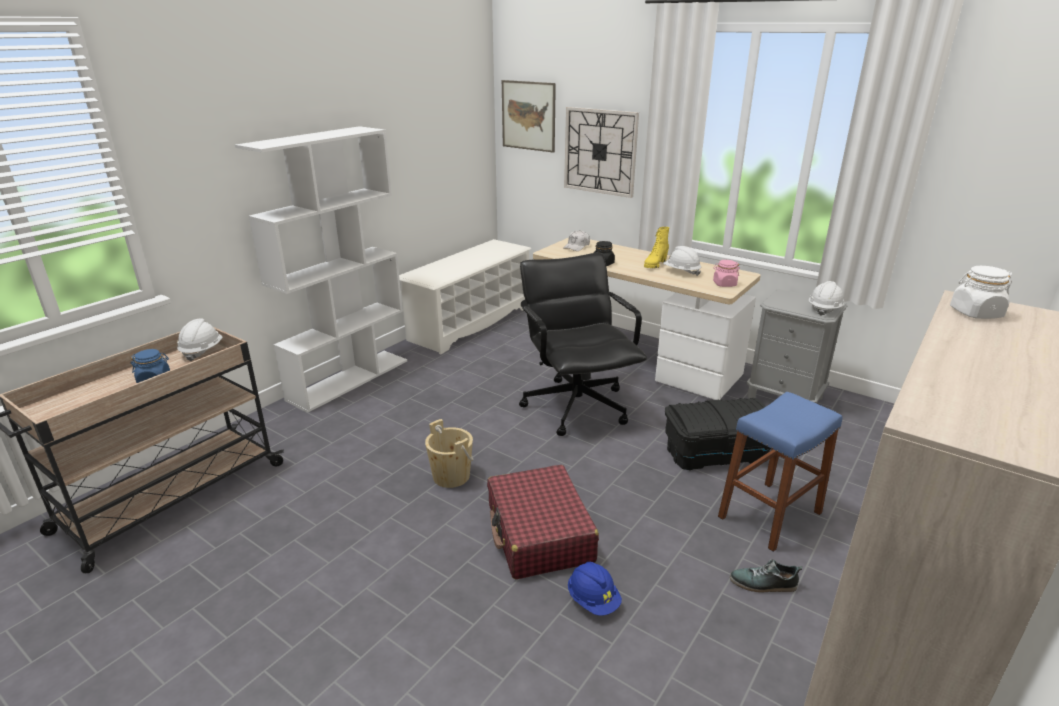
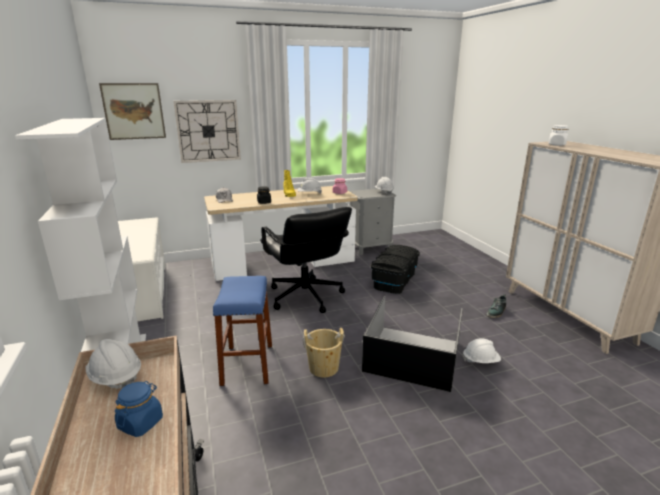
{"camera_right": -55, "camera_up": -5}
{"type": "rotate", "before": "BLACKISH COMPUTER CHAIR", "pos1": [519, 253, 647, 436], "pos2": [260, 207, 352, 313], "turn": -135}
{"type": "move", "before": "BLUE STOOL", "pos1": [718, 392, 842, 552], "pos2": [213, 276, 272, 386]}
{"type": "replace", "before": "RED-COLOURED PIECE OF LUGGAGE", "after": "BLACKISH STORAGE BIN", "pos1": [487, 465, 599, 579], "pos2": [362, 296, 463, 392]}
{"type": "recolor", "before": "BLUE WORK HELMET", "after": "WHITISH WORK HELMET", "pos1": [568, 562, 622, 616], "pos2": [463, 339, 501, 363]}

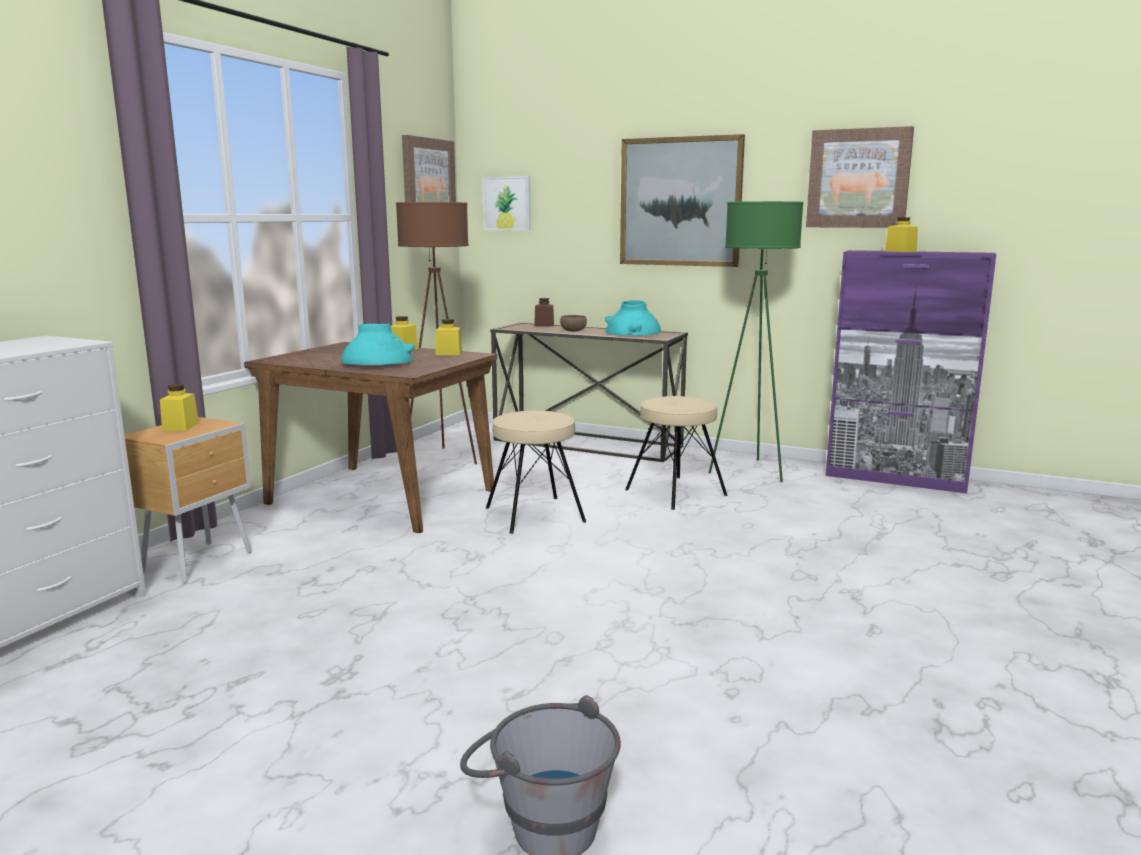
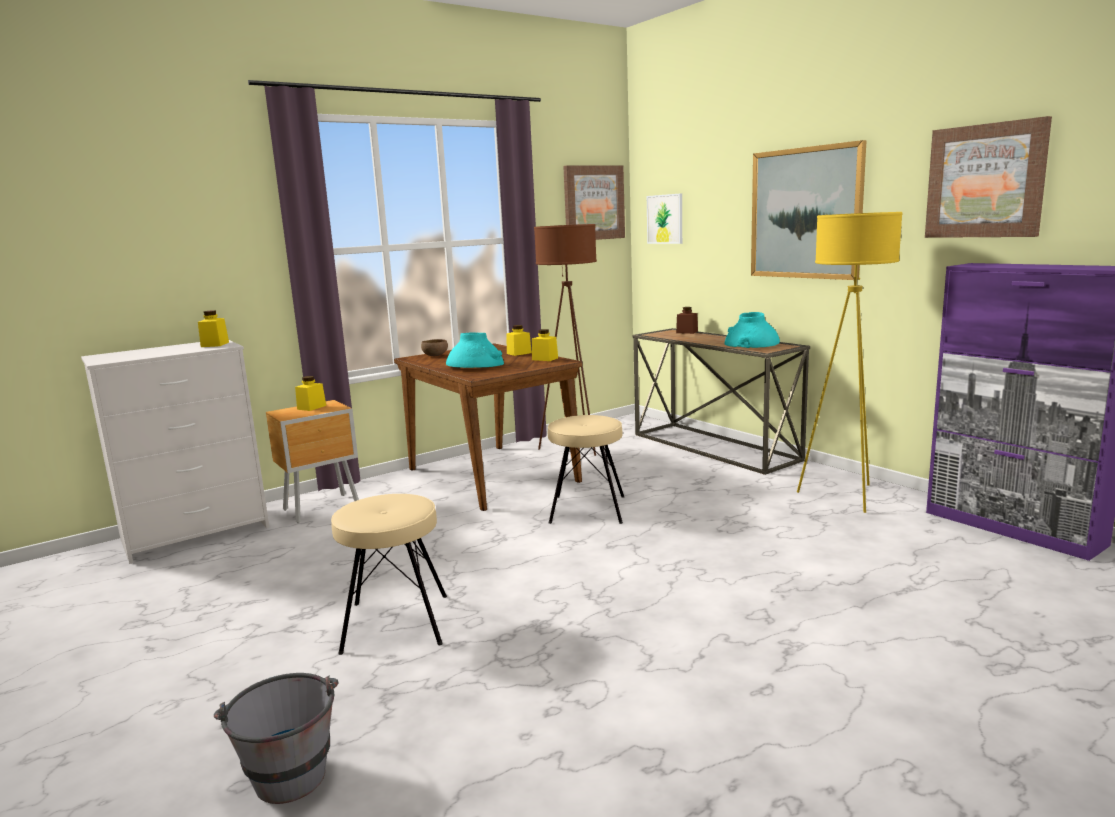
{"camera_right": 30, "camera_up": 0}
{"type": "recolor", "before": "GREEN-COLOURED STANDARD LAMP", "after": "YELLOWISH STANDARD LAMP", "pos1": [709, 201, 803, 482], "pos2": [797, 212, 903, 513]}
{"type": "move", "before": "YELLOWISH JAR", "pos1": [885, 217, 918, 252], "pos2": [198, 310, 229, 347]}
{"type": "move", "before": "BROWNISH DEEP DISH", "pos1": [560, 315, 587, 332], "pos2": [421, 339, 448, 356]}
{"type": "move", "before": "SAND-COLOURED STOOL", "pos1": [625, 396, 728, 510], "pos2": [331, 494, 447, 655]}

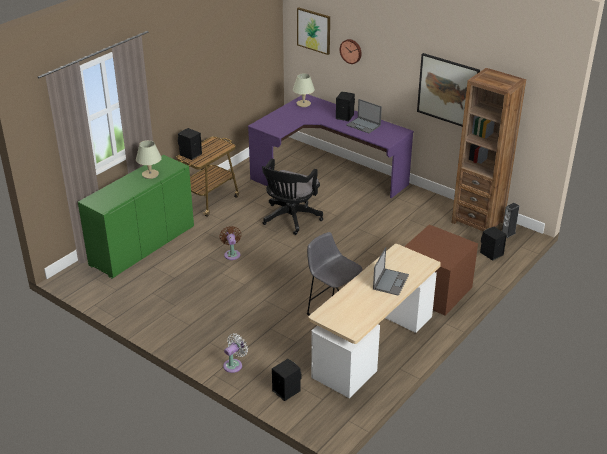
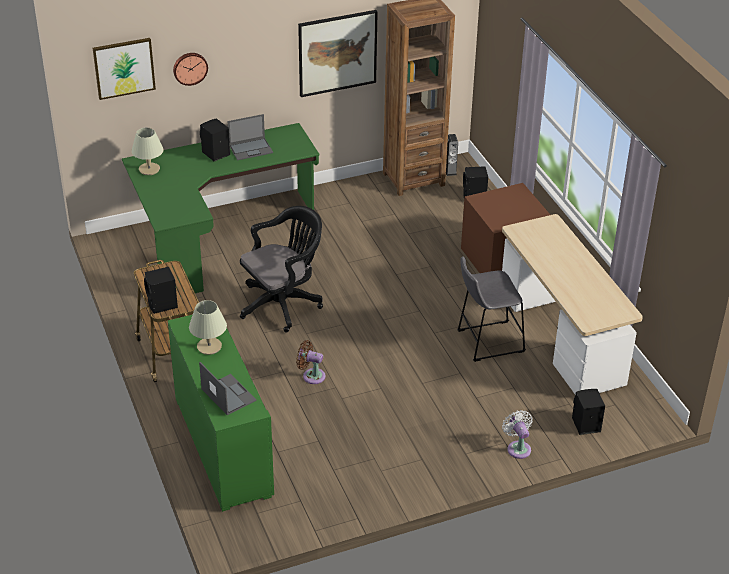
{"camera_right": -60, "camera_up": 5}
{"type": "recolor", "before": "PURPLE DESK UNIT", "after": "GREEN-COLOURED DESK UNIT", "pos1": [248, 94, 414, 198], "pos2": [122, 123, 319, 297]}
{"type": "rotate", "before": "BLACKISH COMPUTER CHAIR", "pos1": [262, 159, 323, 235], "pos2": [240, 206, 323, 332], "turn": -90}
{"type": "move", "before": "NOTEBOOK COMPUTER", "pos1": [373, 247, 409, 296], "pos2": [199, 362, 257, 415]}

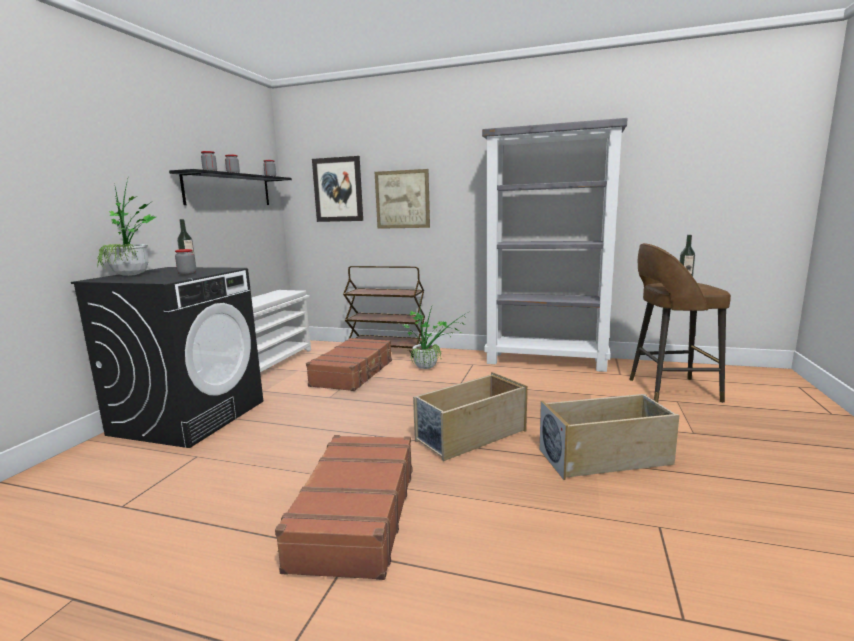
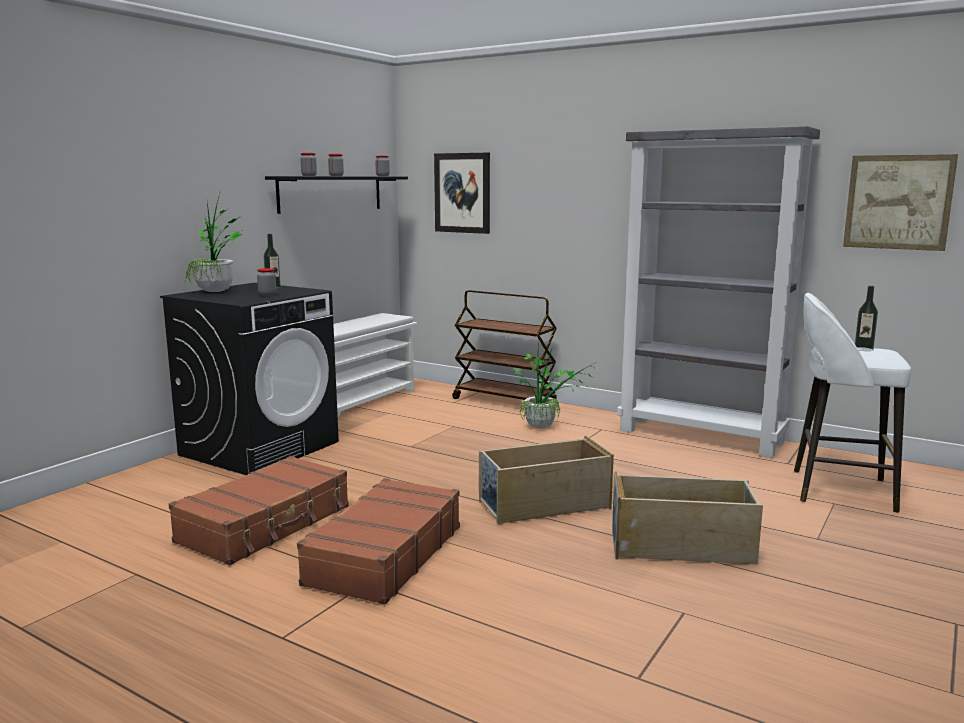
{"camera_right": 15, "camera_up": 0}
{"type": "move", "before": "WALL ART", "pos1": [375, 169, 430, 229], "pos2": [843, 154, 958, 251]}
{"type": "recolor", "before": "BROWNISH STOOL", "after": "WHITISH STOOL", "pos1": [629, 243, 731, 403], "pos2": [794, 293, 911, 513]}
{"type": "move", "before": "BROWNISH PIECE OF LUGGAGE", "pos1": [306, 338, 392, 391], "pos2": [169, 456, 349, 565]}

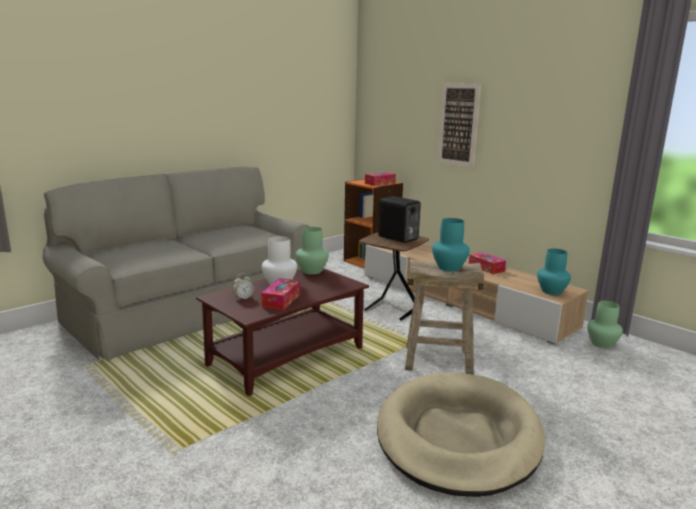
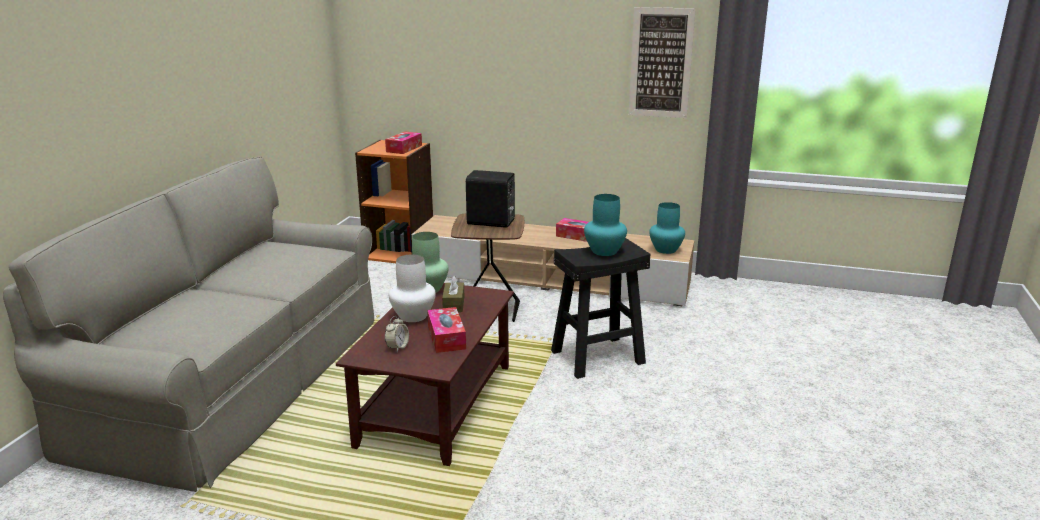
{"camera_right": -30, "camera_up": 5}
{"type": "move", "before": "WALL ART", "pos1": [437, 83, 481, 168], "pos2": [629, 7, 696, 118]}
{"type": "recolor", "before": "SAND-COLOURED STOOL", "after": "BLACKISH STOOL", "pos1": [405, 259, 484, 375], "pos2": [551, 238, 650, 379]}
{"type": "delete", "before": "GREEN-COLOURED FLOWER VASE", "pos1": [587, 301, 623, 348]}
{"type": "delete", "before": "SAND-COLOURED DOG CUSHION", "pos1": [377, 372, 545, 497]}
{"type": "insert", "after": "BROWNISH TISSUE BOX", "pos2": [442, 276, 464, 312]}

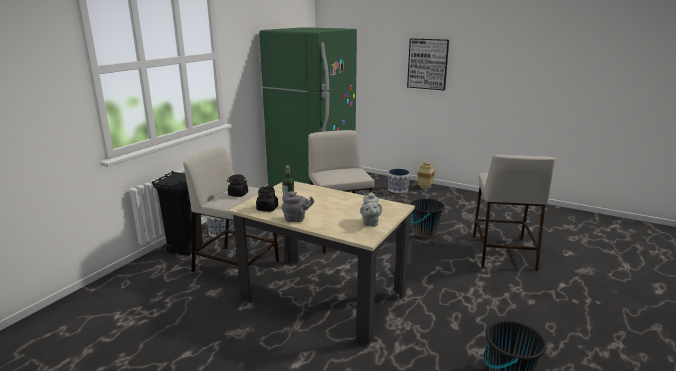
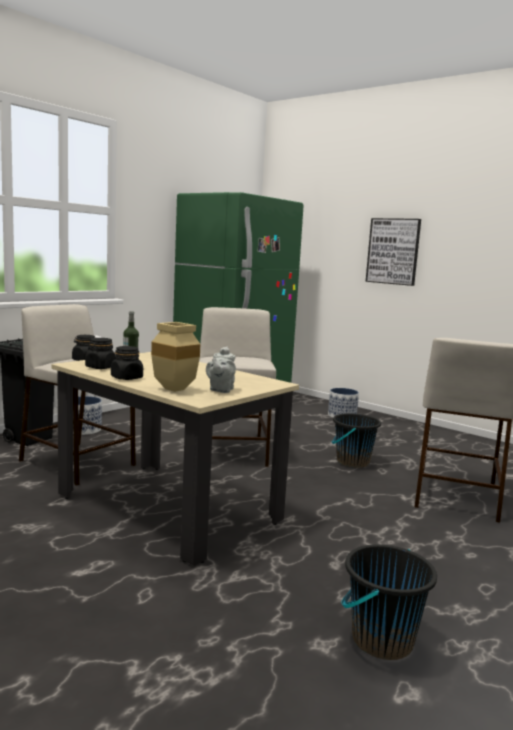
{"camera_right": 10, "camera_up": -10}
{"type": "move", "before": "SAND-COLOURED FLOWER VASE", "pos1": [417, 163, 435, 189], "pos2": [151, 322, 200, 392]}
{"type": "replace", "before": "GREY TEAPOT", "after": "BLACKISH JAR", "pos1": [282, 191, 314, 222], "pos2": [111, 346, 143, 380]}

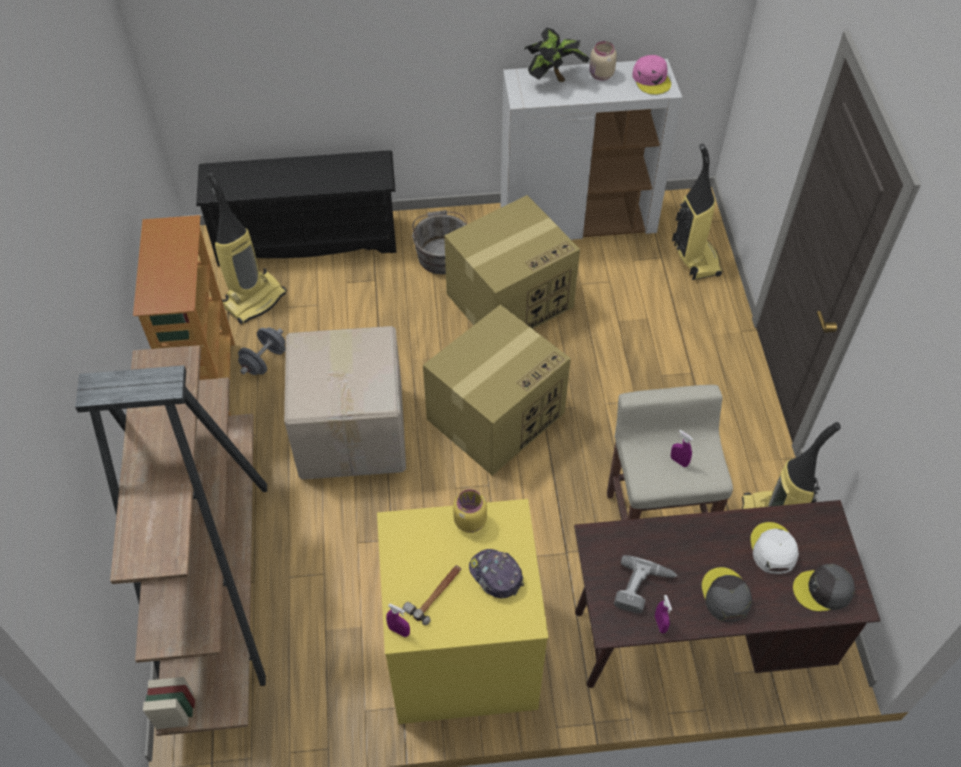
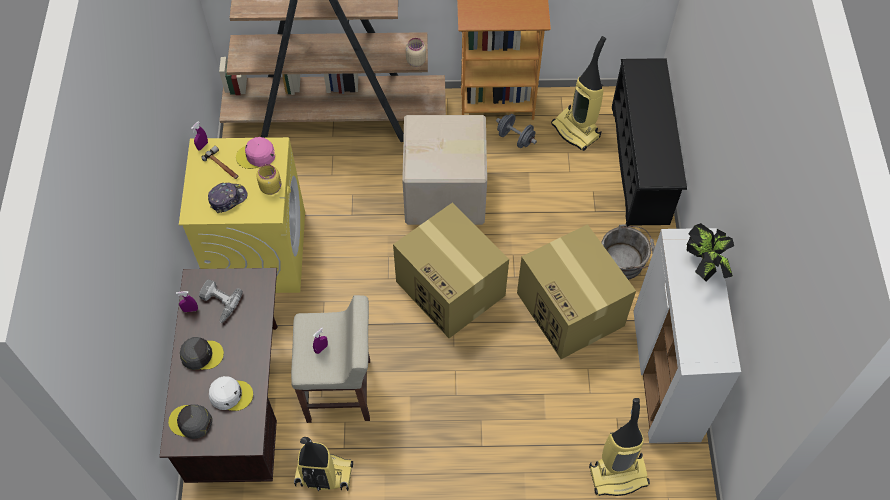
{"camera_right": 95, "camera_up": 5}
{"type": "move", "before": "SAND-COLOURED JAR", "pos1": [589, 41, 617, 81], "pos2": [406, 38, 426, 67]}
{"type": "move", "before": "PINK-COLOURED BASEBALL CAP", "pos1": [632, 55, 671, 95], "pos2": [236, 137, 275, 169]}
{"type": "rotate", "before": "GREY BASEBALL CAP", "pos1": [793, 564, 855, 611], "pos2": [168, 404, 212, 439], "turn": -75}

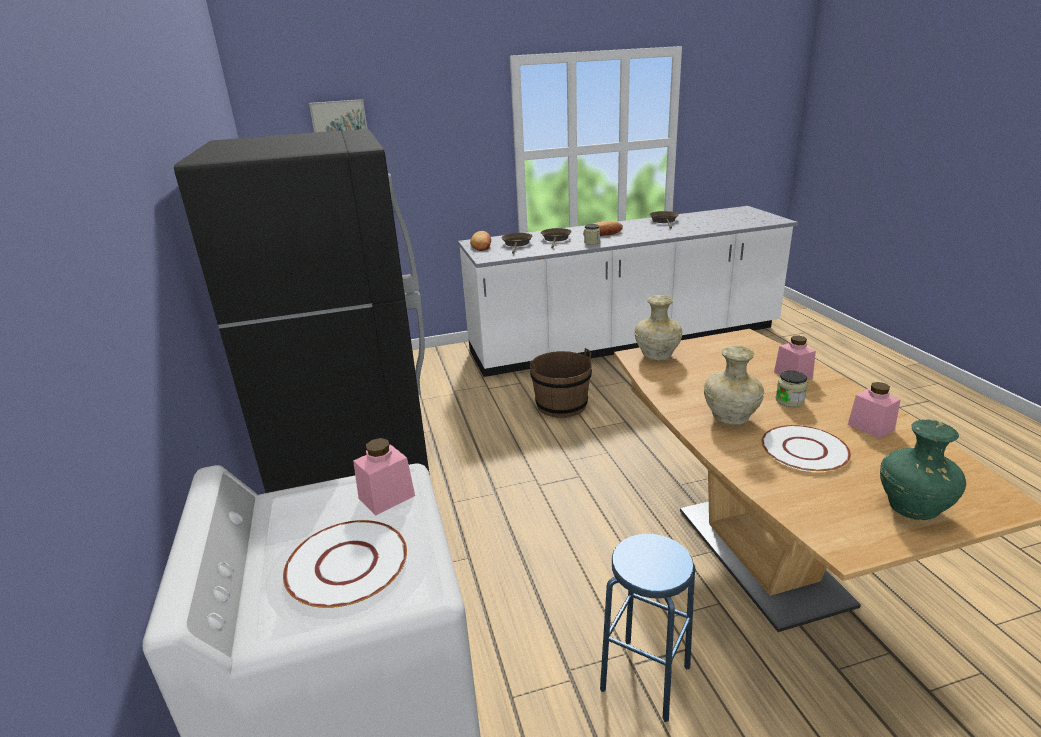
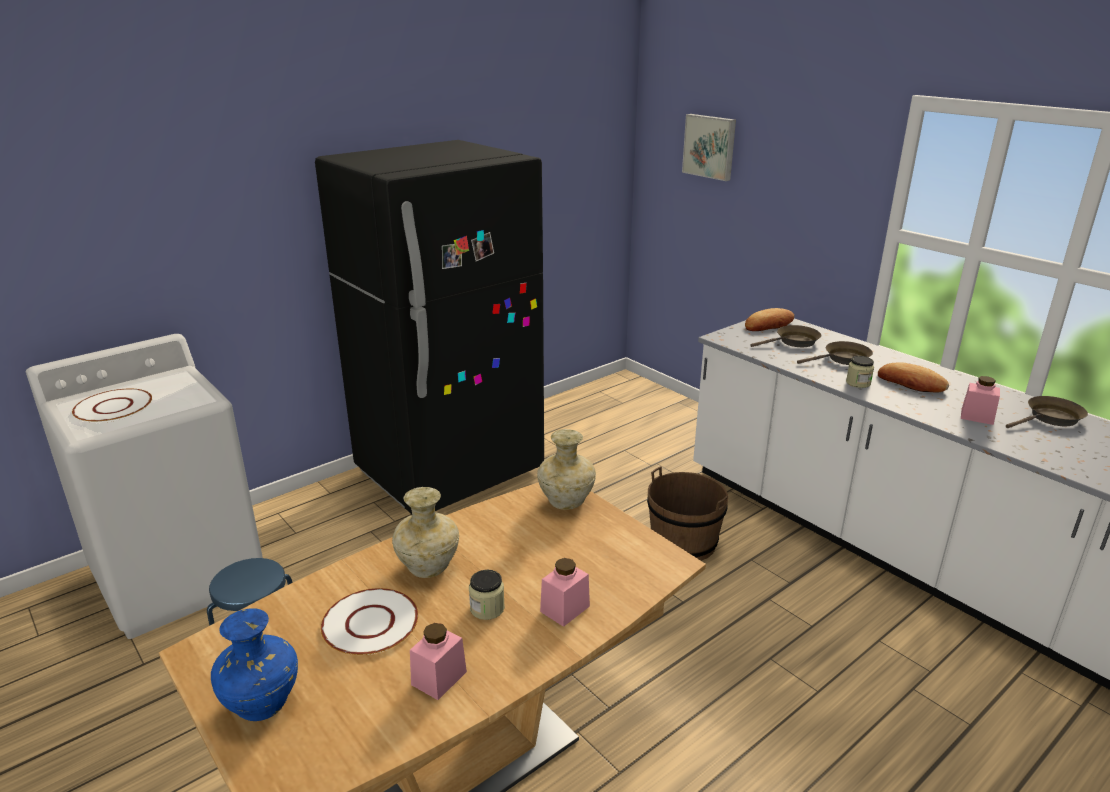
{"camera_right": 65, "camera_up": 0}
{"type": "recolor", "before": "GREEN-COLOURED FLOWER VASE", "after": "BLUE FLOWER VASE", "pos1": [880, 419, 966, 520], "pos2": [211, 608, 298, 721]}
{"type": "move", "before": "PINK-COLOURED JAR", "pos1": [353, 438, 415, 516], "pos2": [961, 376, 1000, 425]}

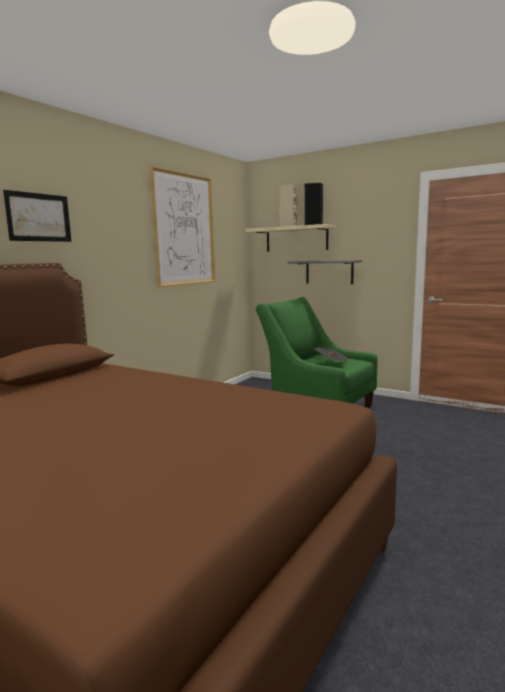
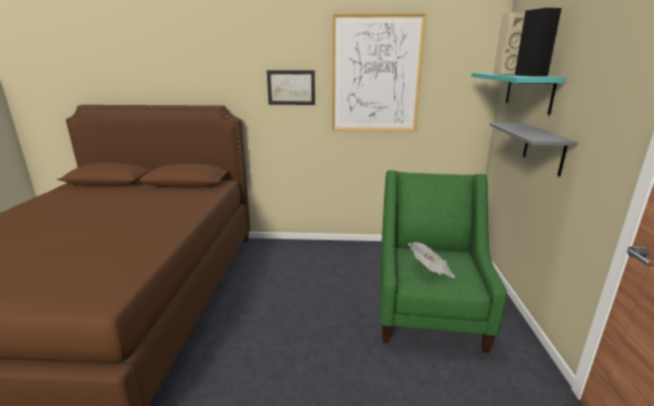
{"camera_right": 60, "camera_up": 10}
{"type": "move", "before": "WALL ART", "pos1": [3, 190, 71, 242], "pos2": [267, 70, 315, 105]}
{"type": "recolor", "before": "SAND-COLOURED SHELF", "after": "TURQUOISE-COLOURED SHELF", "pos1": [246, 224, 337, 252], "pos2": [471, 73, 566, 115]}

